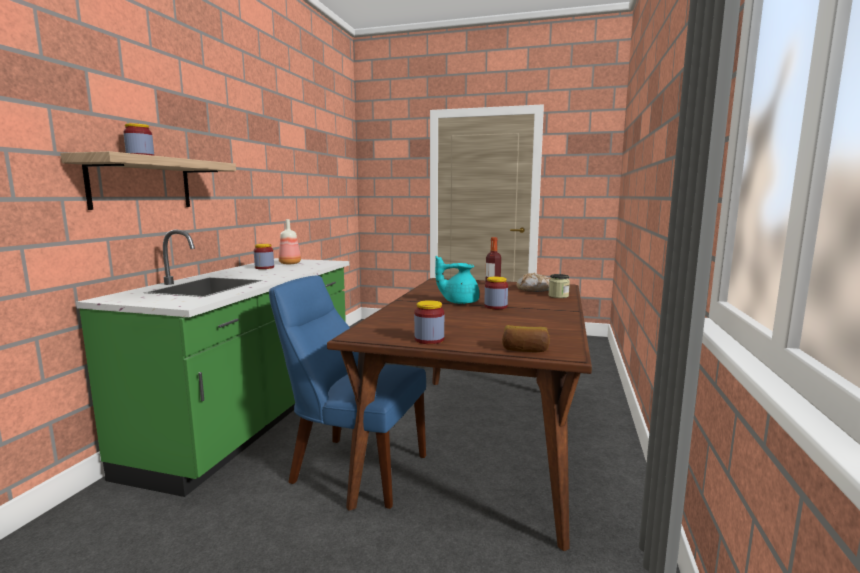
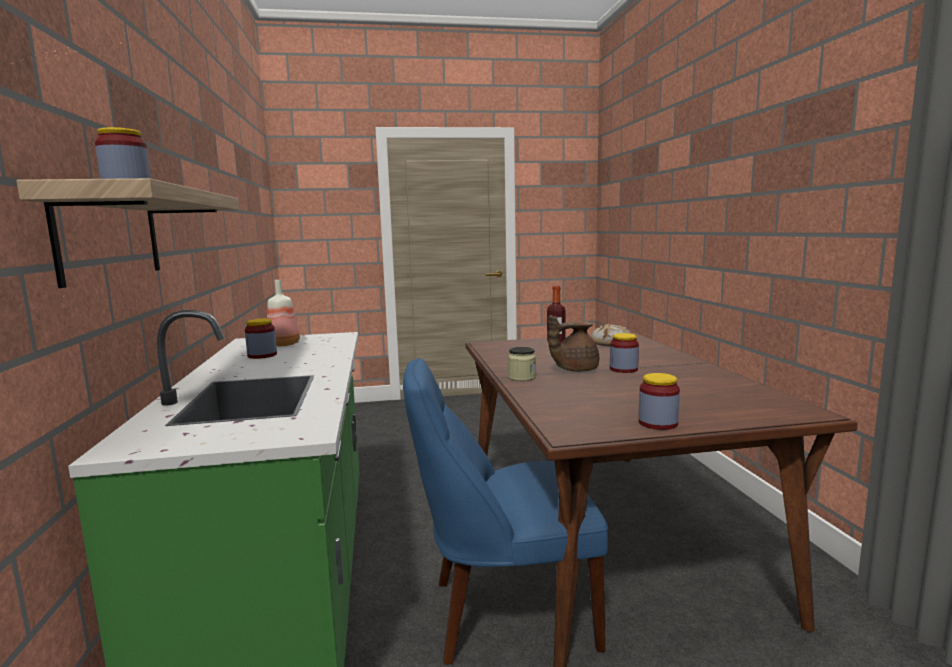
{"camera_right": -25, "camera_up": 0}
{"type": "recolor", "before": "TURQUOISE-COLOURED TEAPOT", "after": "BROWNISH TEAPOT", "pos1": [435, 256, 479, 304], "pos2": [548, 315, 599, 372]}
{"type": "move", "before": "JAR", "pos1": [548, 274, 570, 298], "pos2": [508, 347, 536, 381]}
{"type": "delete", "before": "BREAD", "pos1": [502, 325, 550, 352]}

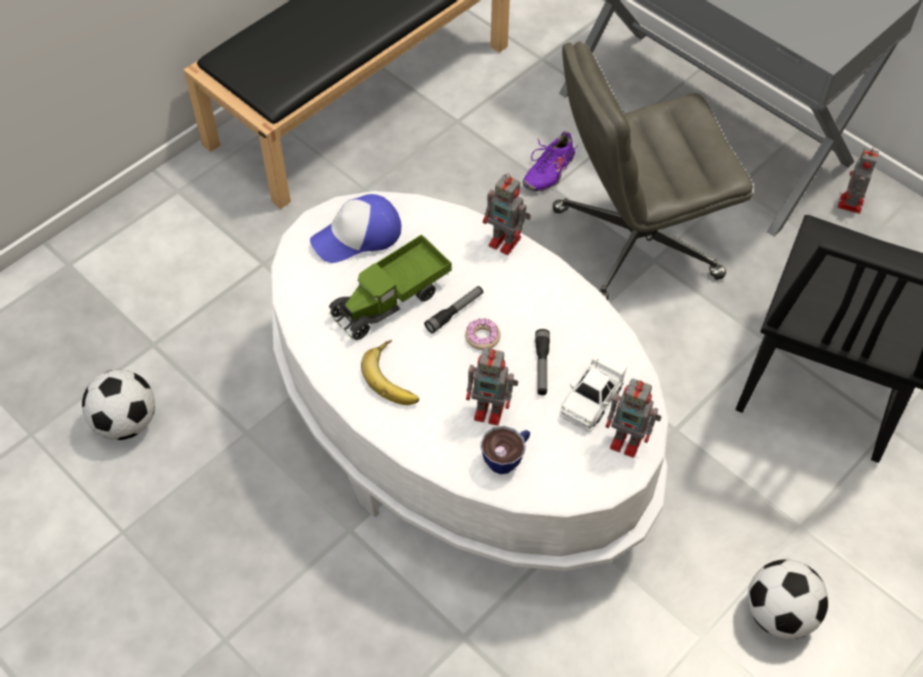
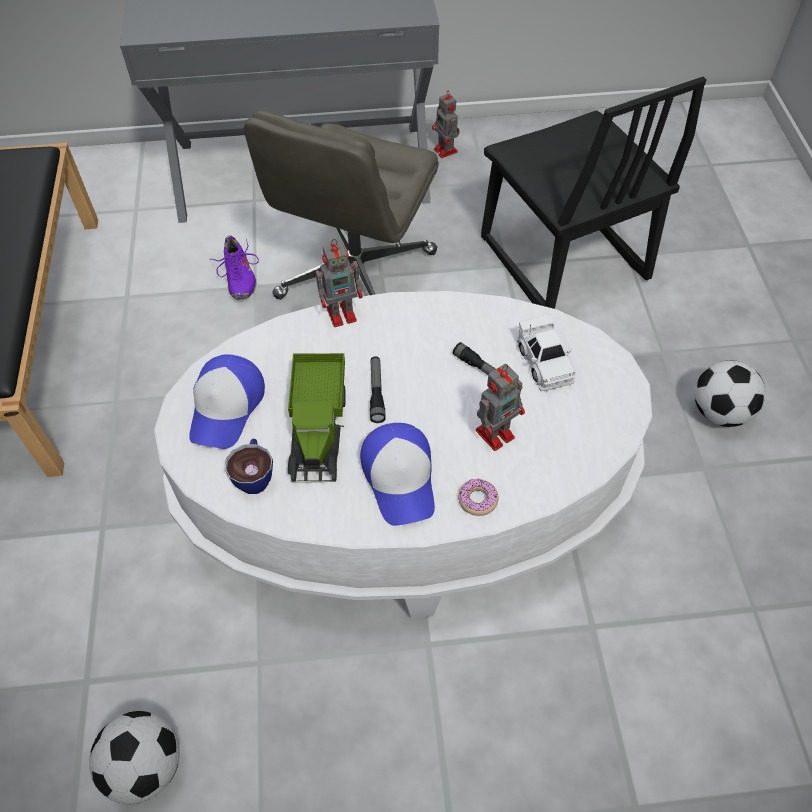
{"camera_right": -50, "camera_up": 0}
{"type": "move", "before": "DOUGHNUT", "pos1": [465, 319, 501, 350], "pos2": [458, 479, 498, 516]}
{"type": "replace", "before": "BANANA", "after": "BASEBALL CAP", "pos1": [361, 340, 419, 405], "pos2": [360, 423, 435, 526]}
{"type": "delete", "before": "TOY ROBOT", "pos1": [606, 378, 661, 458]}
{"type": "move", "before": "CUP", "pos1": [481, 426, 530, 474], "pos2": [225, 439, 273, 494]}

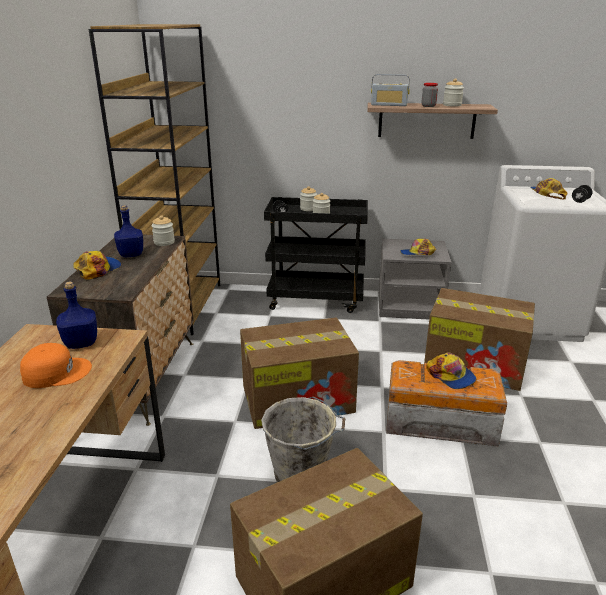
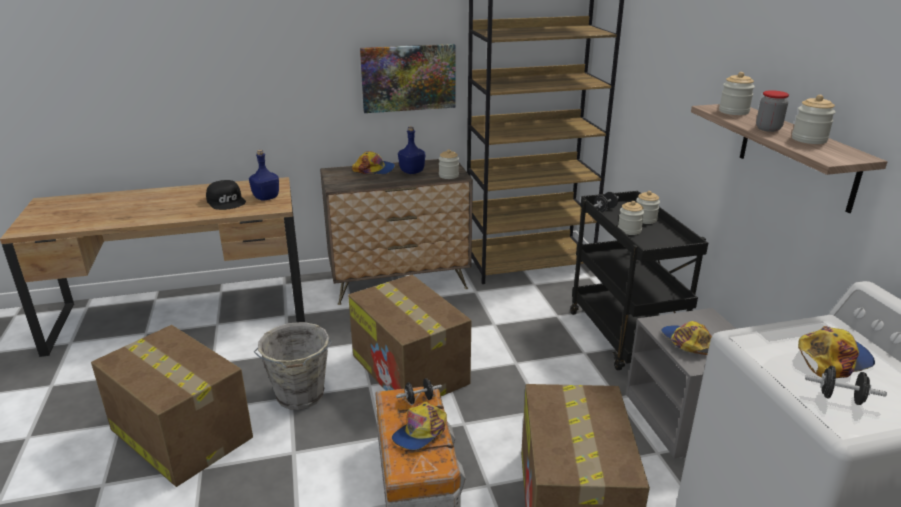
{"camera_right": 70, "camera_up": 0}
{"type": "replace", "before": "RADIO", "after": "JAR", "pos1": [371, 74, 410, 106], "pos2": [719, 72, 755, 115]}
{"type": "recolor", "before": "ORANGE BASEBALL CAP", "after": "BLACKISH BASEBALL CAP", "pos1": [20, 343, 92, 388], "pos2": [206, 180, 246, 210]}
{"type": "insert", "after": "WALL ART", "pos2": [360, 44, 456, 113]}
{"type": "insert", "after": "BLACKISH HAND WEIGHT", "pos2": [396, 378, 442, 404]}

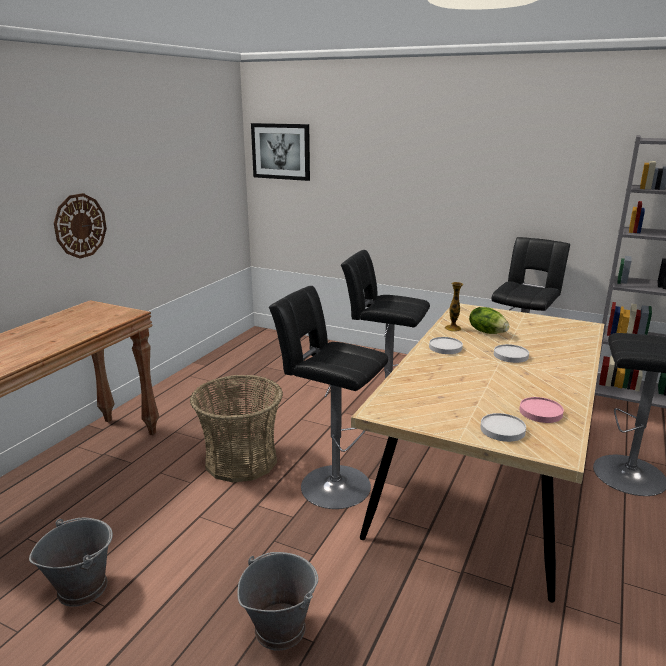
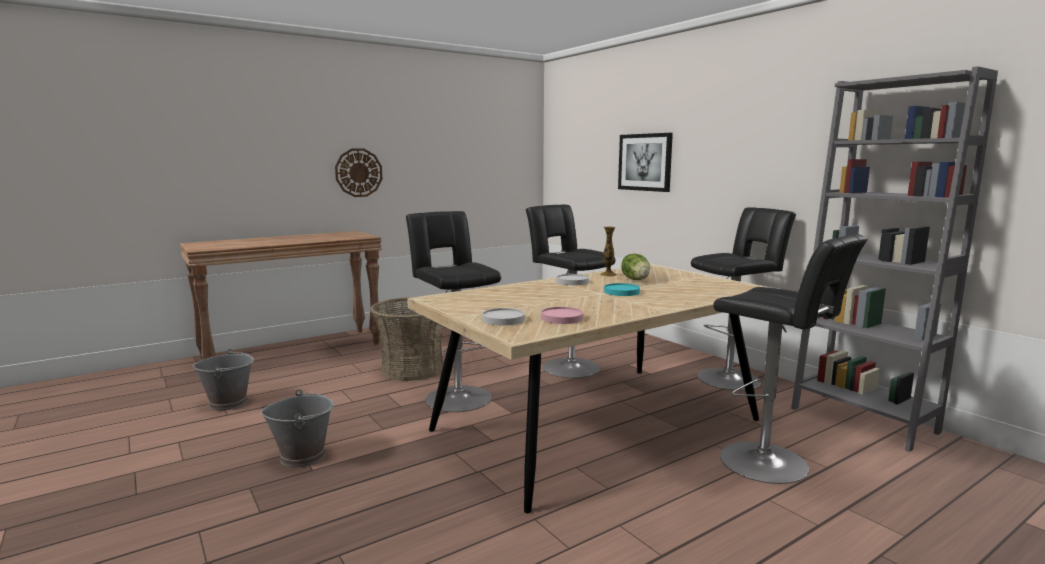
{"camera_right": 30, "camera_up": -10}
{"type": "move", "before": "WALL ART", "pos1": [251, 123, 310, 181], "pos2": [618, 133, 673, 192]}
{"type": "recolor", "before": "WHITISH PLATE", "after": "TURQUOISE-COLOURED PLATE", "pos1": [494, 344, 529, 363], "pos2": [604, 283, 640, 296]}

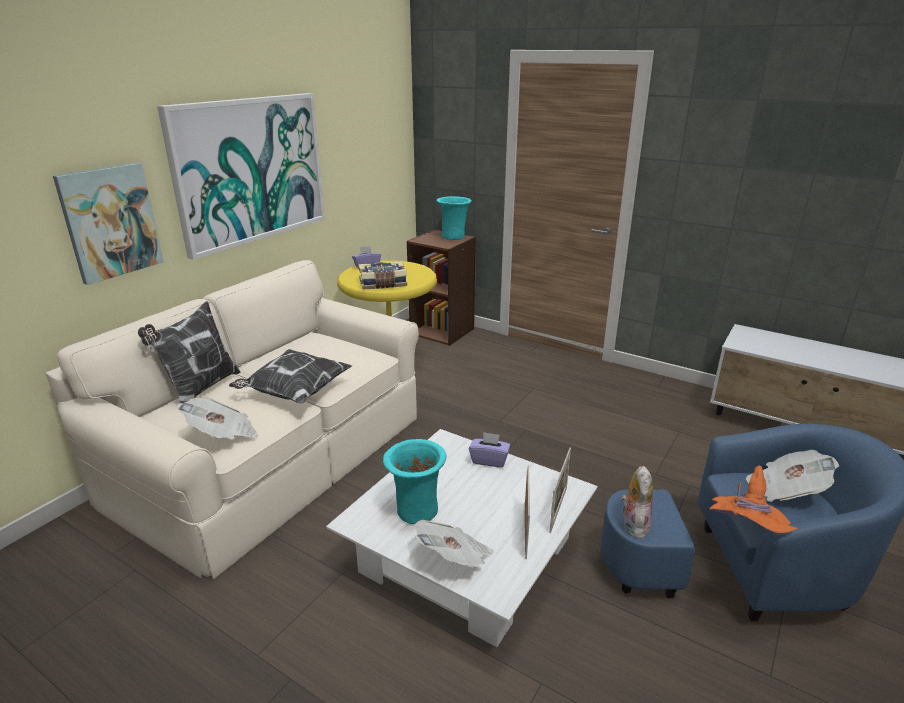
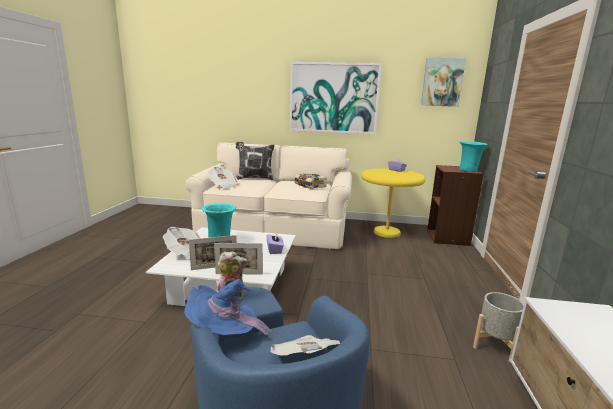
{"camera_right": 65, "camera_up": -10}
{"type": "move", "before": "WALL ART", "pos1": [53, 163, 164, 285], "pos2": [421, 58, 466, 107]}
{"type": "move", "before": "VOLUME", "pos1": [359, 261, 407, 289], "pos2": [294, 172, 327, 189]}
{"type": "delete", "before": "THROW PILLOW", "pos1": [229, 349, 352, 404]}
{"type": "recolor", "before": "ORANGE WEARABLE HAT", "after": "BLUE WEARABLE HAT", "pos1": [710, 466, 798, 533], "pos2": [184, 279, 272, 340]}
{"type": "insert", "after": "GREY PLANT POT", "pos2": [473, 292, 524, 363]}

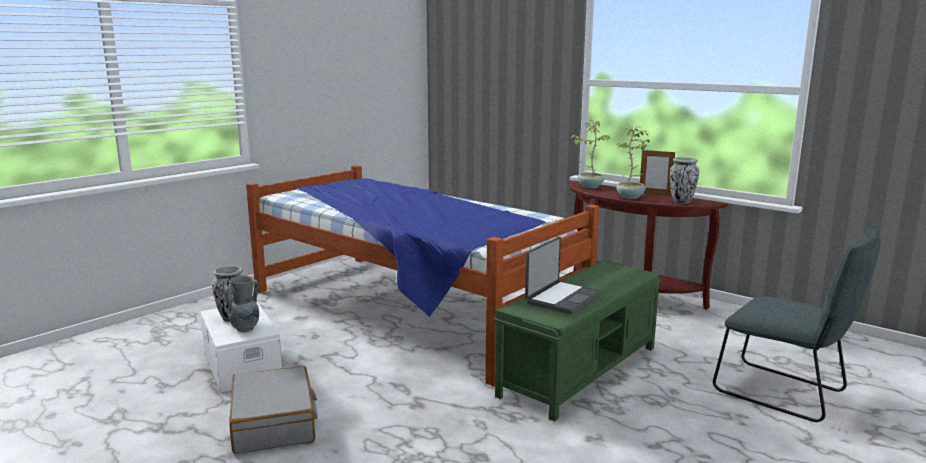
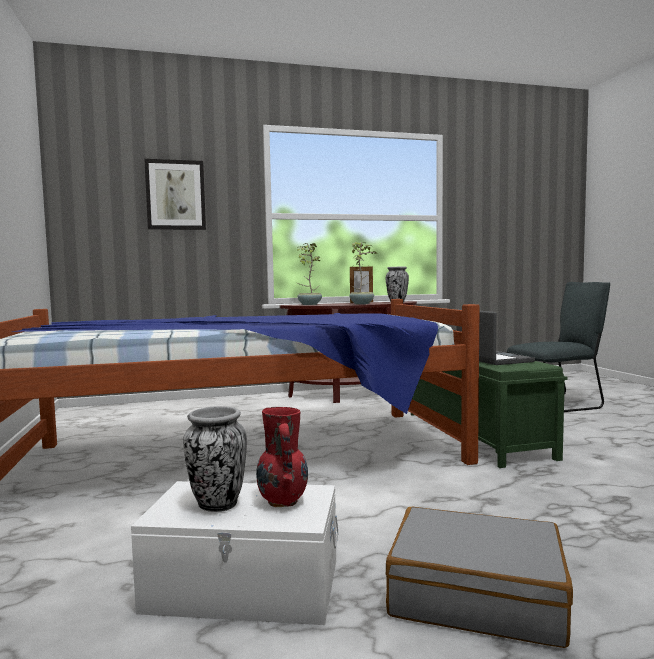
{"camera_right": -55, "camera_up": -10}
{"type": "recolor", "before": "GREY FLOWER VASE", "after": "RED-COLOURED FLOWER VASE", "pos1": [225, 276, 259, 332], "pos2": [256, 407, 308, 507]}
{"type": "insert", "after": "WALL ART", "pos2": [144, 159, 206, 230]}

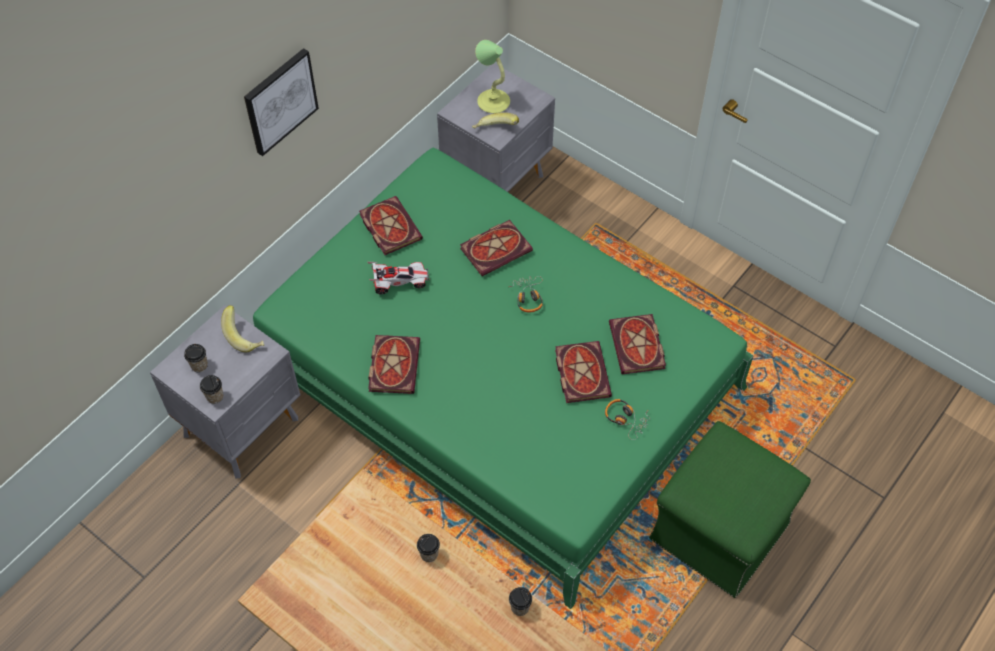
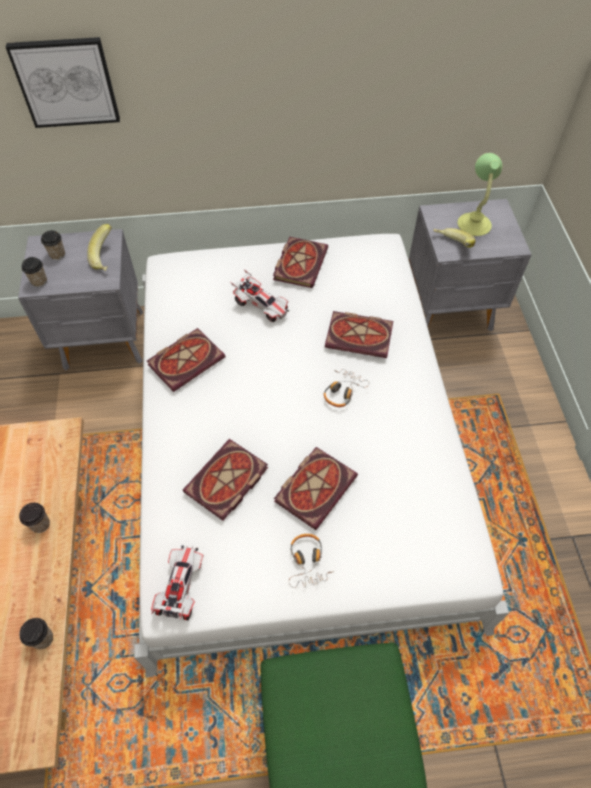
{"camera_right": 45, "camera_up": 0}
{"type": "move", "before": "WALL ART", "pos1": [244, 48, 319, 156], "pos2": [6, 37, 120, 128]}
{"type": "recolor", "before": "GREEN-COLOURED BED", "after": "WHITISH BED", "pos1": [253, 148, 754, 609], "pos2": [134, 234, 509, 678]}
{"type": "move", "before": "VOLUME", "pos1": [609, 314, 666, 374], "pos2": [183, 439, 268, 521]}
{"type": "insert", "after": "MODEL CAR", "pos2": [151, 545, 203, 620]}

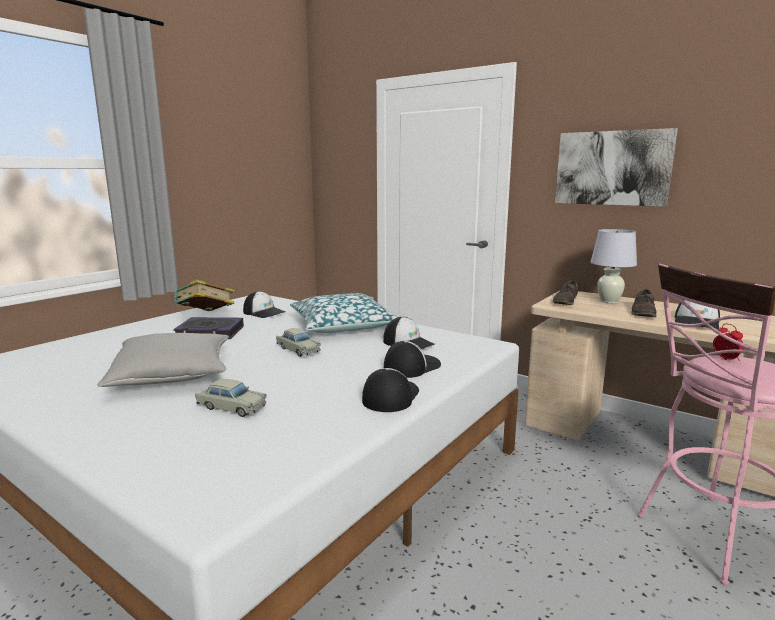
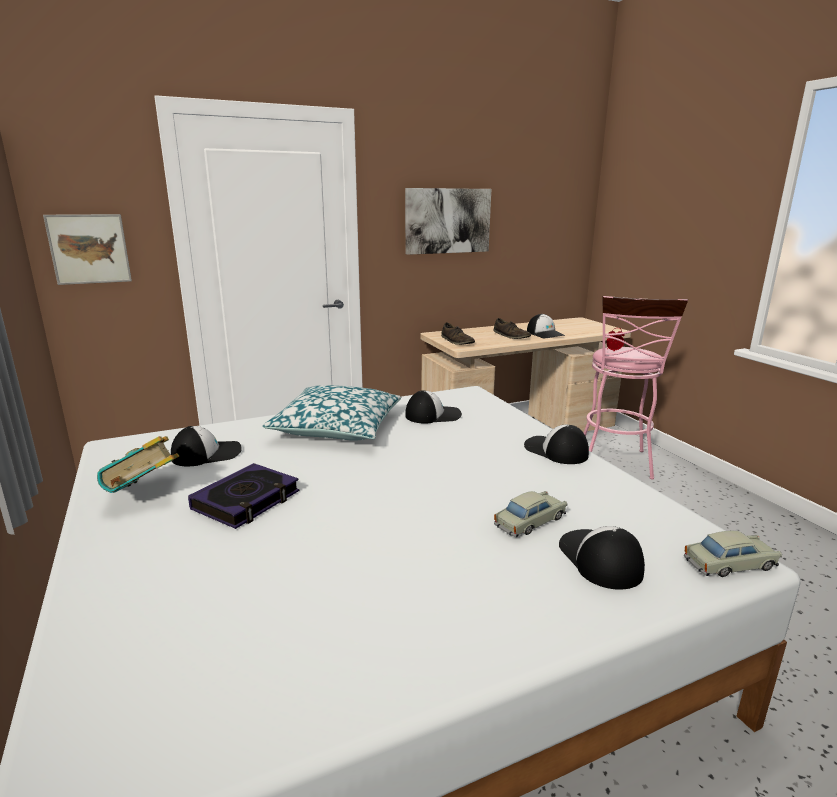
{"camera_right": -60, "camera_up": 5}
{"type": "delete", "before": "WHITISH TABLE LAMP", "pos1": [590, 229, 637, 303]}
{"type": "move", "before": "SAND-COLOURED MODEL CAR", "pos1": [276, 328, 321, 357], "pos2": [684, 531, 782, 577]}
{"type": "delete", "before": "GREY THROW PILLOW", "pos1": [97, 333, 229, 387]}
{"type": "move", "before": "BASEBALL CAP", "pos1": [384, 341, 441, 378], "pos2": [559, 526, 645, 590]}
{"type": "insert", "after": "WALL ART", "pos2": [43, 214, 132, 285]}

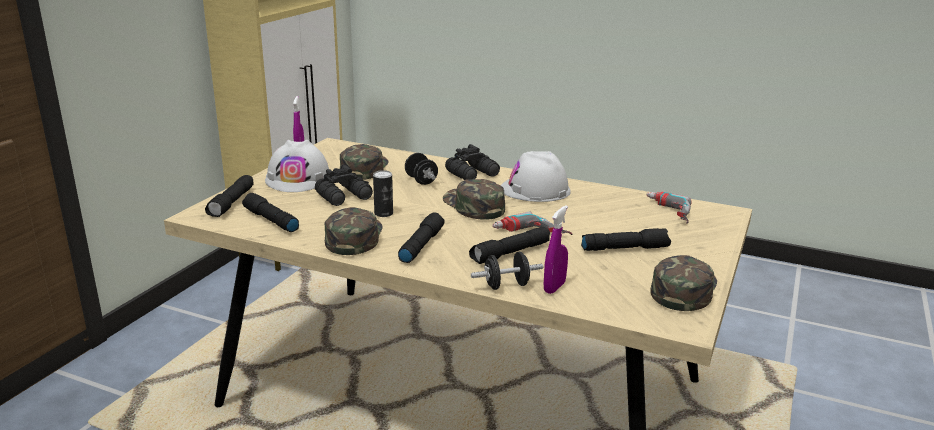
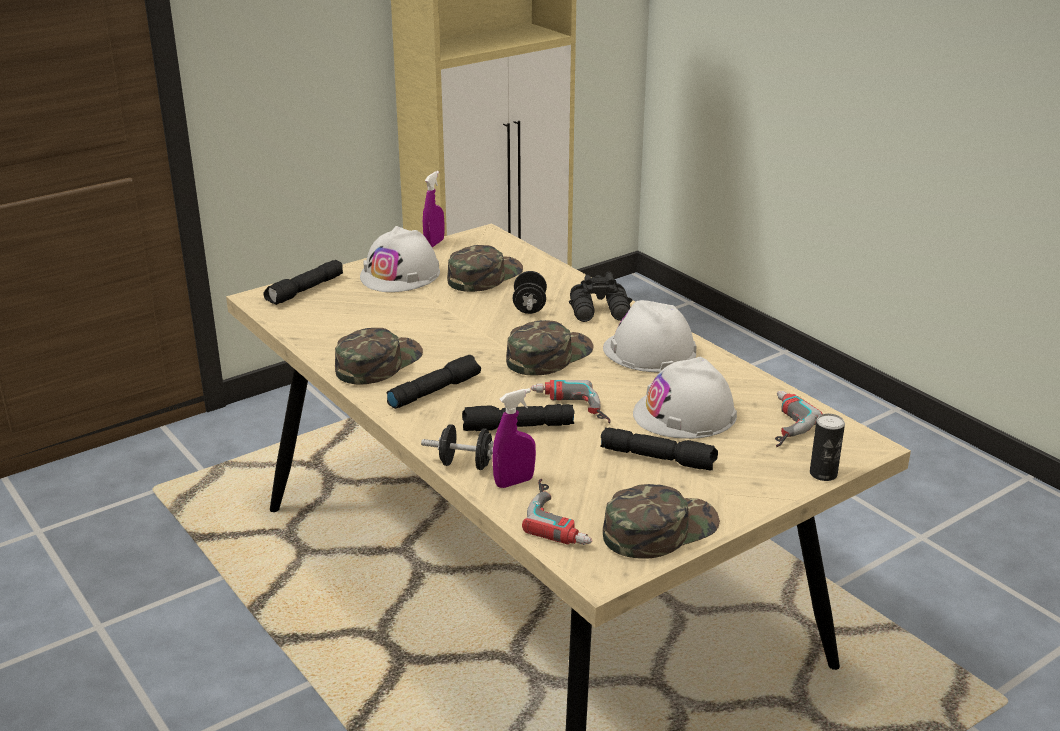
{"camera_right": 30, "camera_up": 5}
{"type": "delete", "before": "BLACKISH PAIR OF BINOCULARS", "pos1": [315, 164, 373, 206]}
{"type": "move", "before": "SEALED CAN", "pos1": [373, 170, 393, 217], "pos2": [810, 414, 845, 481]}
{"type": "rotate", "before": "GREEN-COLOURED BASEBALL CAP", "pos1": [443, 179, 505, 220], "pos2": [506, 320, 593, 376], "turn": 45}
{"type": "delete", "before": "BLACKISH TORCH", "pos1": [242, 193, 299, 232]}
{"type": "insert", "after": "WHITISH WORK HELMET", "pos2": [633, 357, 737, 439]}
{"type": "insert", "after": "DRILL", "pos2": [522, 479, 592, 545]}

